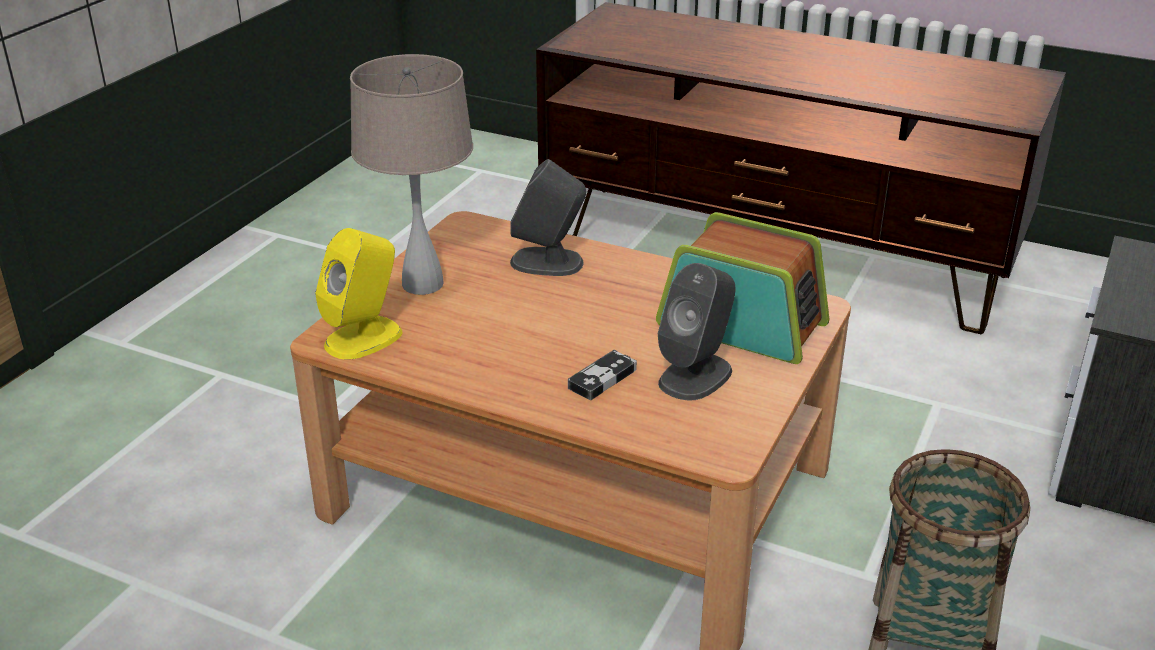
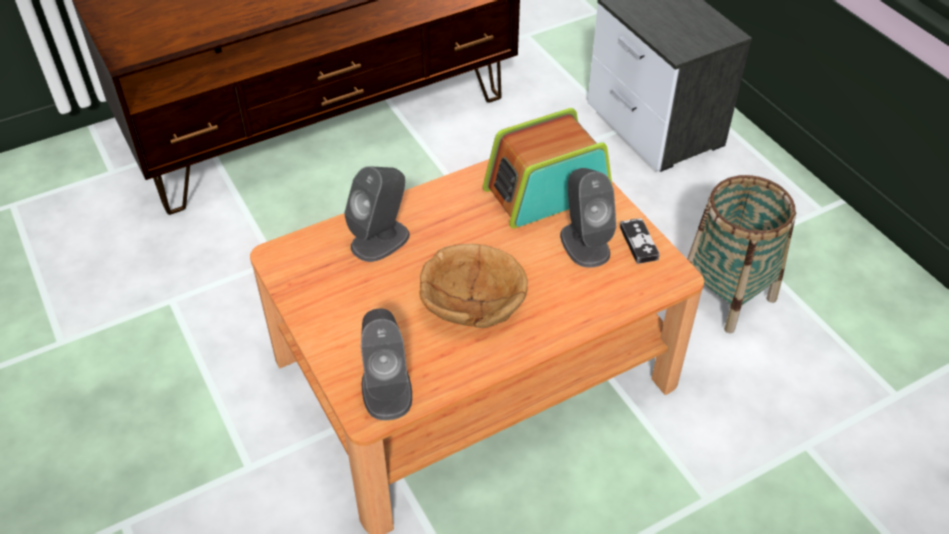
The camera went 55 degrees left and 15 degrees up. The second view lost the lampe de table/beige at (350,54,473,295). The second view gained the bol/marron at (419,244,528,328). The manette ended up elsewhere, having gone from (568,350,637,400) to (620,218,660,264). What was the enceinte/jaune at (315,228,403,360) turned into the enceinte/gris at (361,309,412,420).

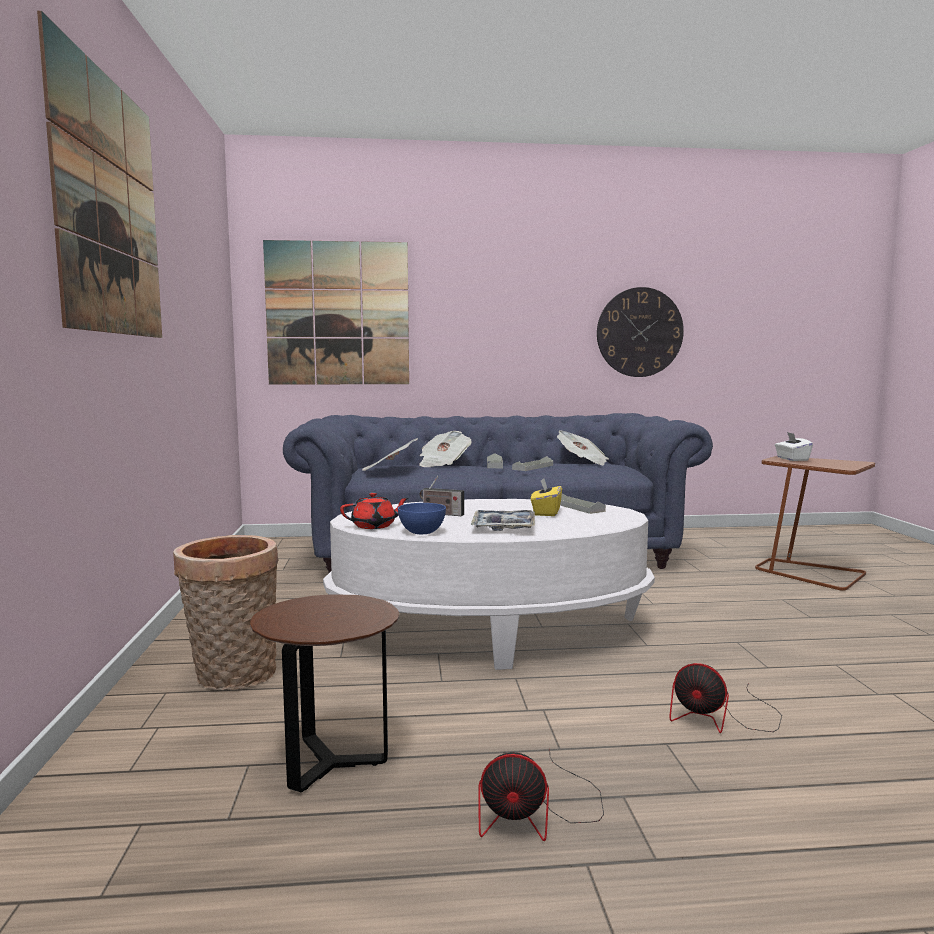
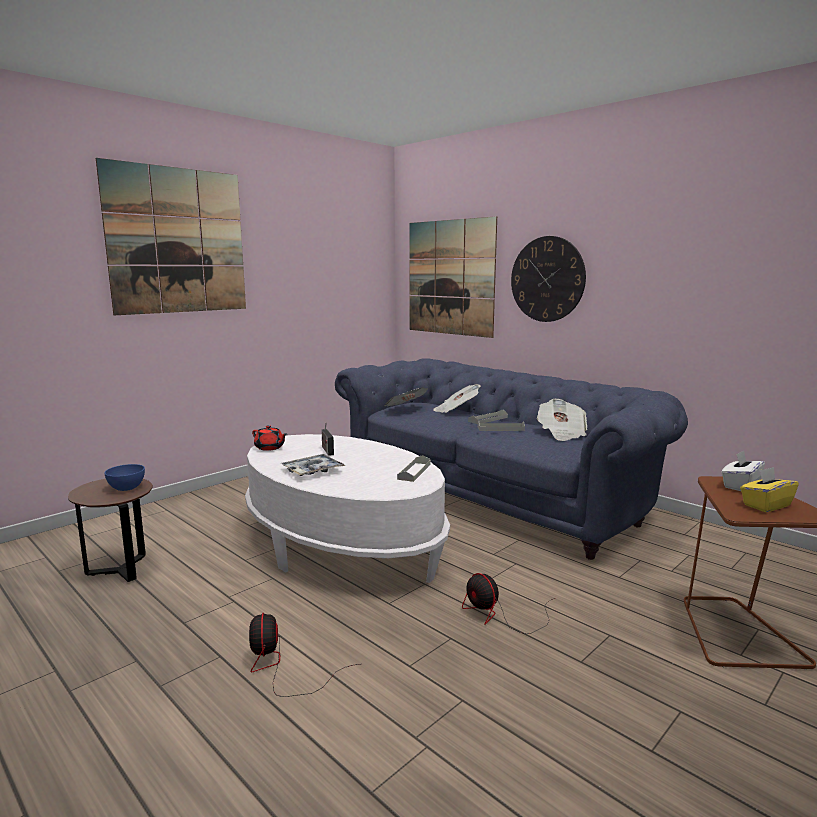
The camera went 50 degrees right and 5 degrees up. The second view lost the panier at (173,535,279,690). The bol/bleu ended up elsewhere, having gone from (398,503,446,534) to (104,464,145,491). The ventilateur ended up elsewhere, having gone from (478,749,604,841) to (462,573,555,634). The boîte à mouchoirs/jaune ended up elsewhere, having gone from (531,478,562,516) to (740,467,799,512). The horloge murale ended up elsewhere, having gone from (597,287,684,377) to (511,236,586,322).

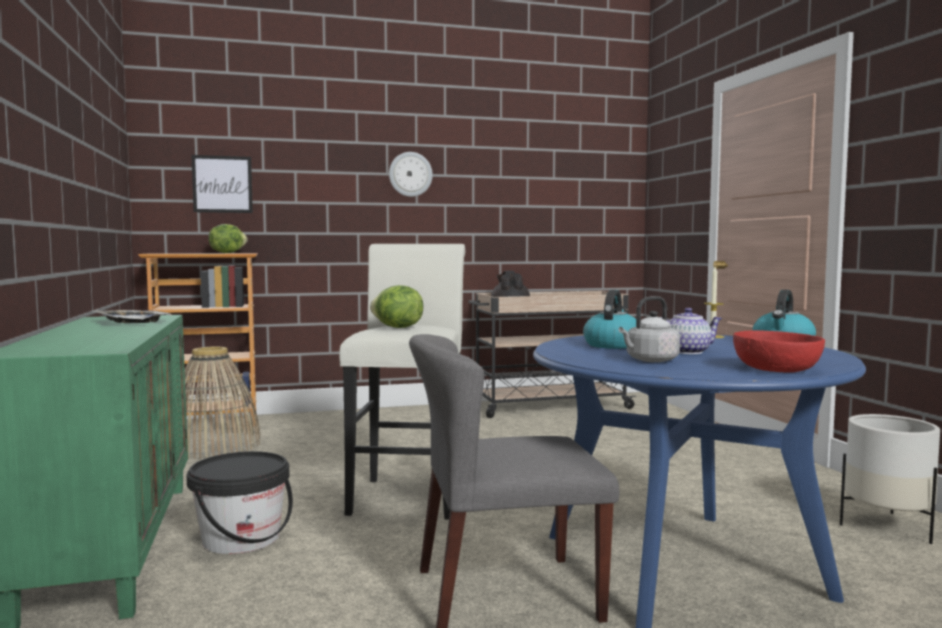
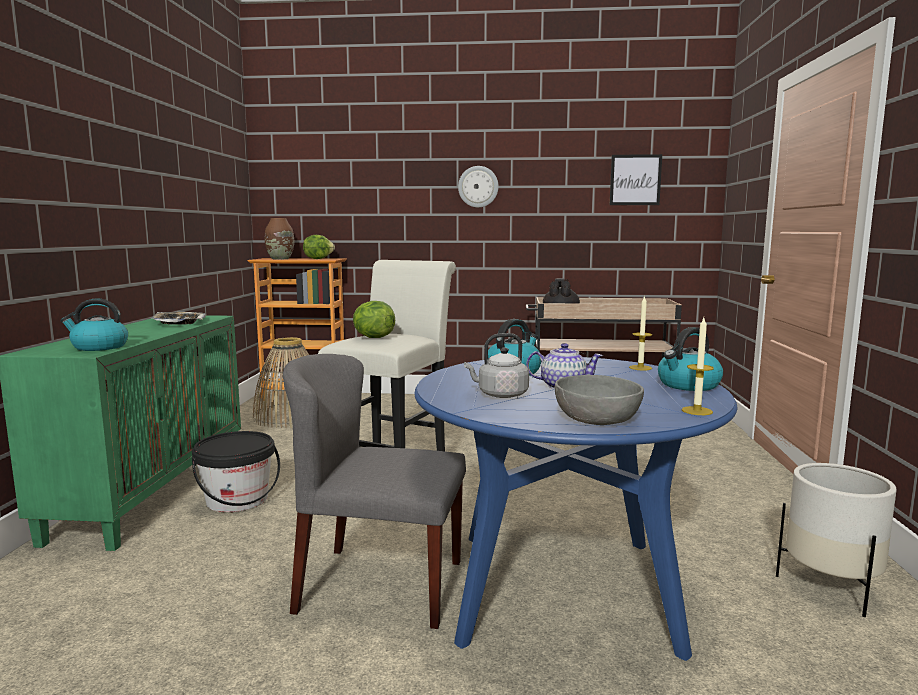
The camera went 20 degrees right and 5 degrees up. The second view gained the bouilloire at (60,298,128,351). The second view gained the vase/marron at (265,218,294,259). The second view gained the bougie at (682,318,714,415). The tableau ended up elsewhere, having gone from (191,155,253,213) to (610,154,662,205). What was the bol/rouge at (733,331,825,373) turned into the bol/gris at (554,375,644,425).

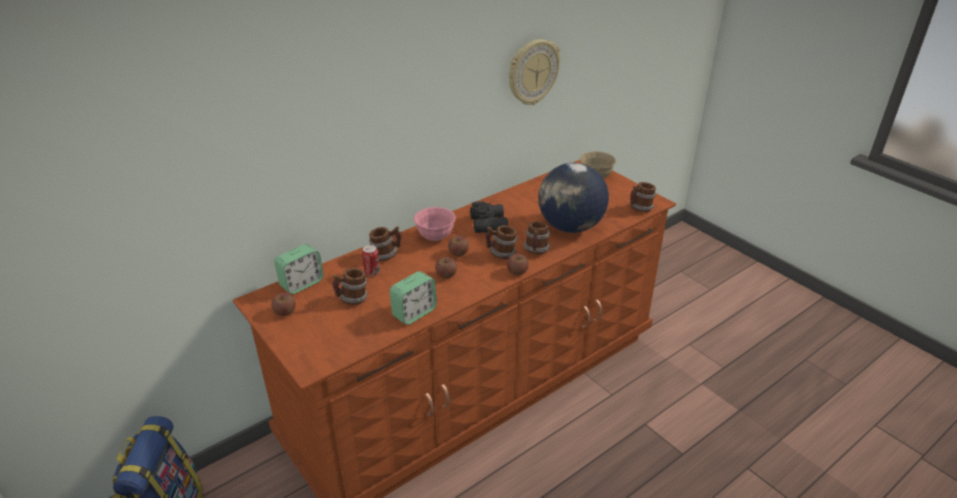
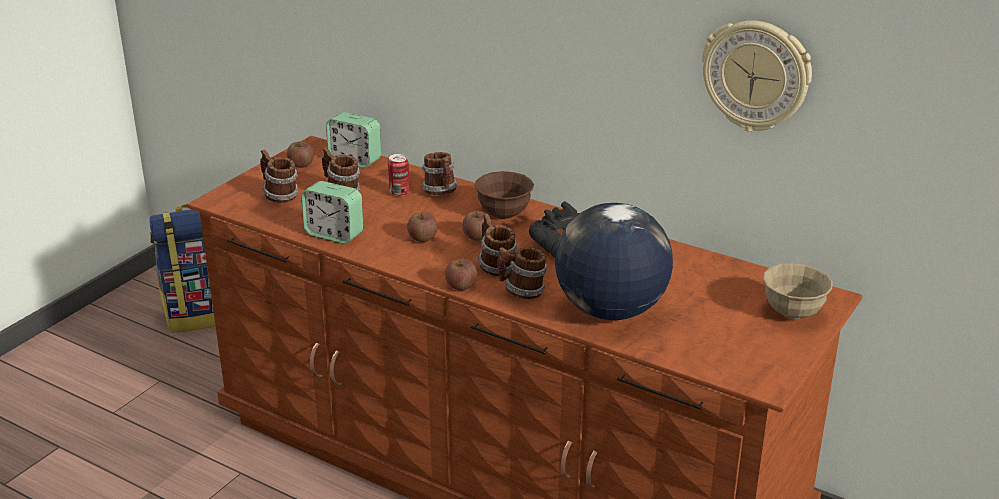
The camera went 70 degrees right and 5 degrees down. The mug ended up elsewhere, having gone from (630,182,656,212) to (260,149,298,203). What was the bol/rose at (414,207,456,241) turned into the bol/marron at (474,171,534,219).

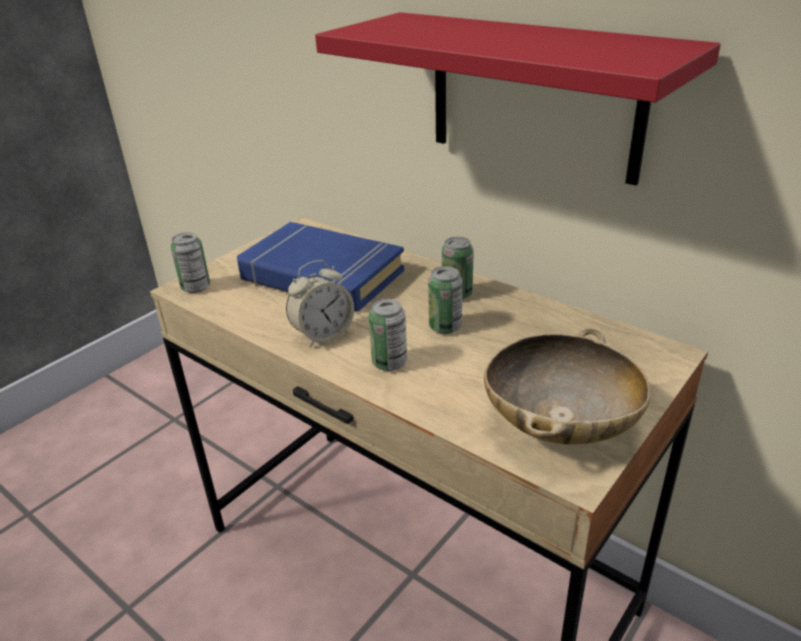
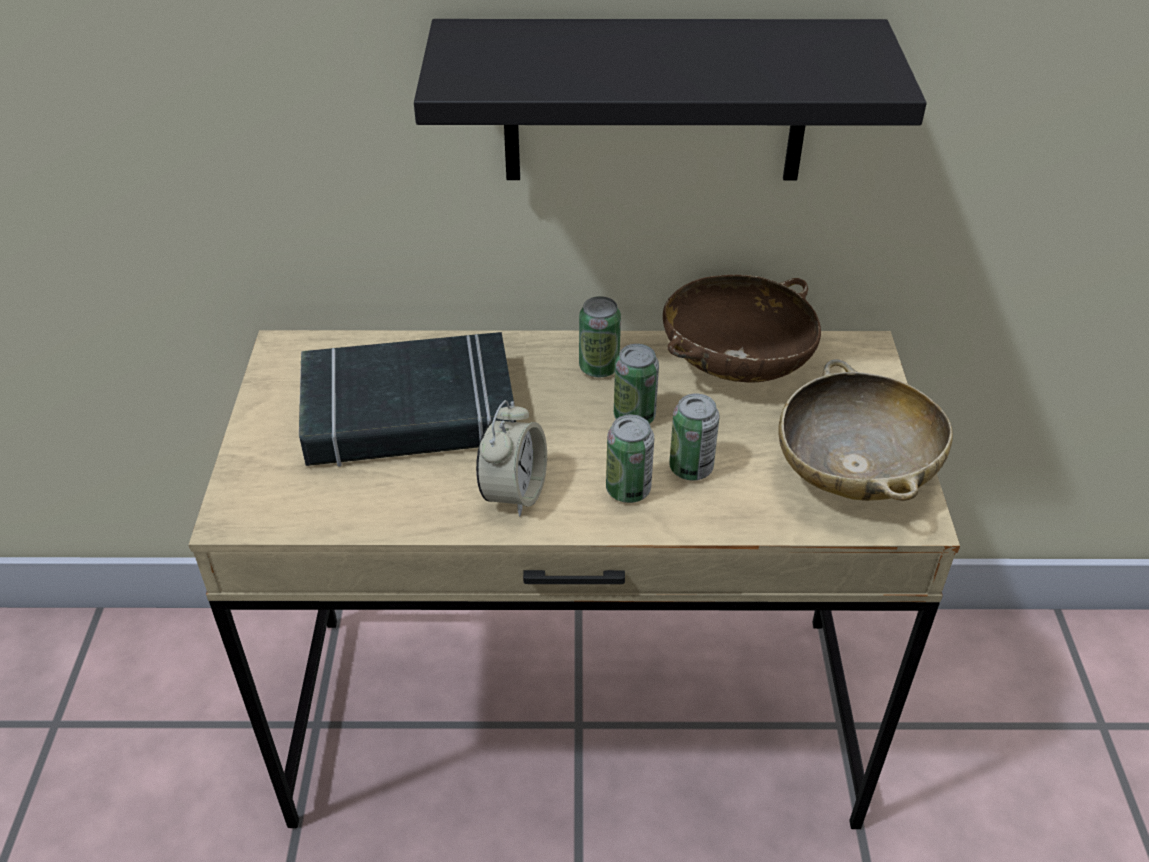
The camera went 40 degrees left and 10 degrees up. The second view gained the bol/marron at (663,275,821,382). The boîte métallique ended up elsewhere, having gone from (171,232,210,293) to (669,393,720,480). What was the livre/bleu at (237,222,404,312) turned into the livre/noir at (299,332,516,467). What was the étagère/rouge at (315,12,721,185) turned into the étagère/noir at (414,19,927,181).

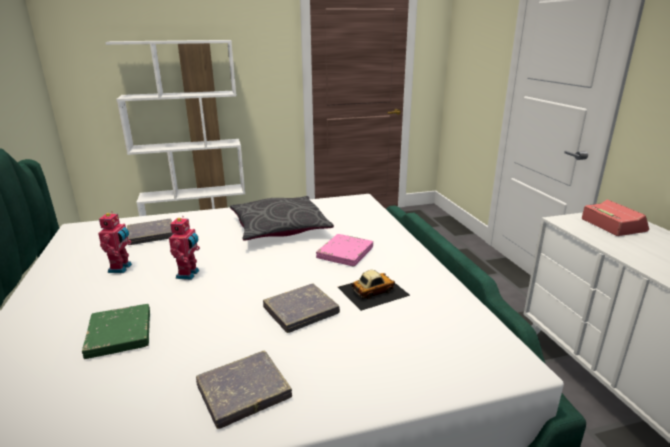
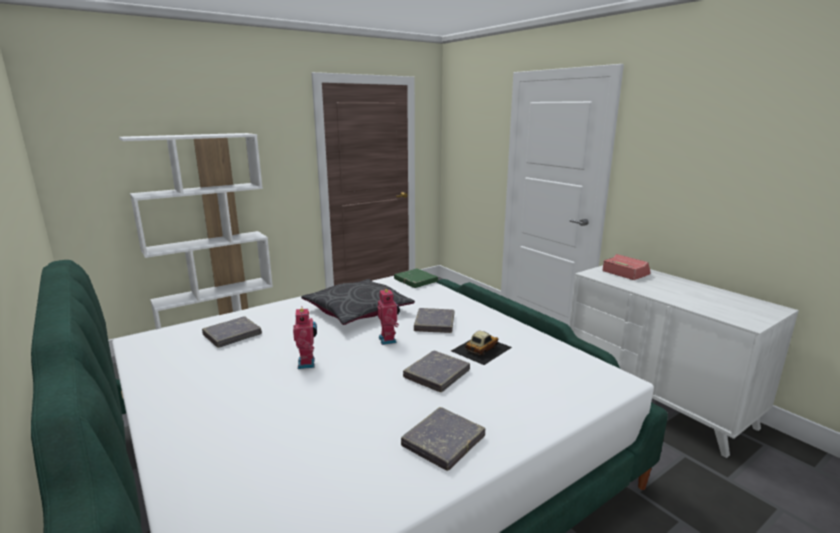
The camera went 20 degrees left and 5 degrees down. The livre/vert ended up elsewhere, having gone from (82,304,150,359) to (394,269,438,288). The robot jouet ended up elsewhere, having gone from (98,211,132,273) to (378,288,400,345). What was the livre/rose at (316,234,373,266) turned into the livre/gris at (414,308,455,333).

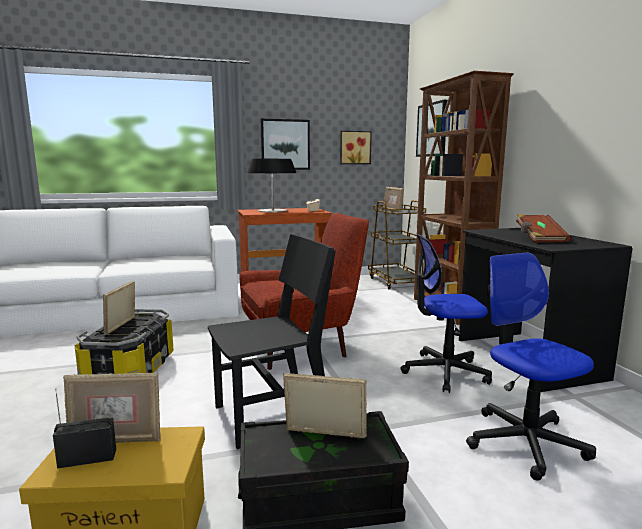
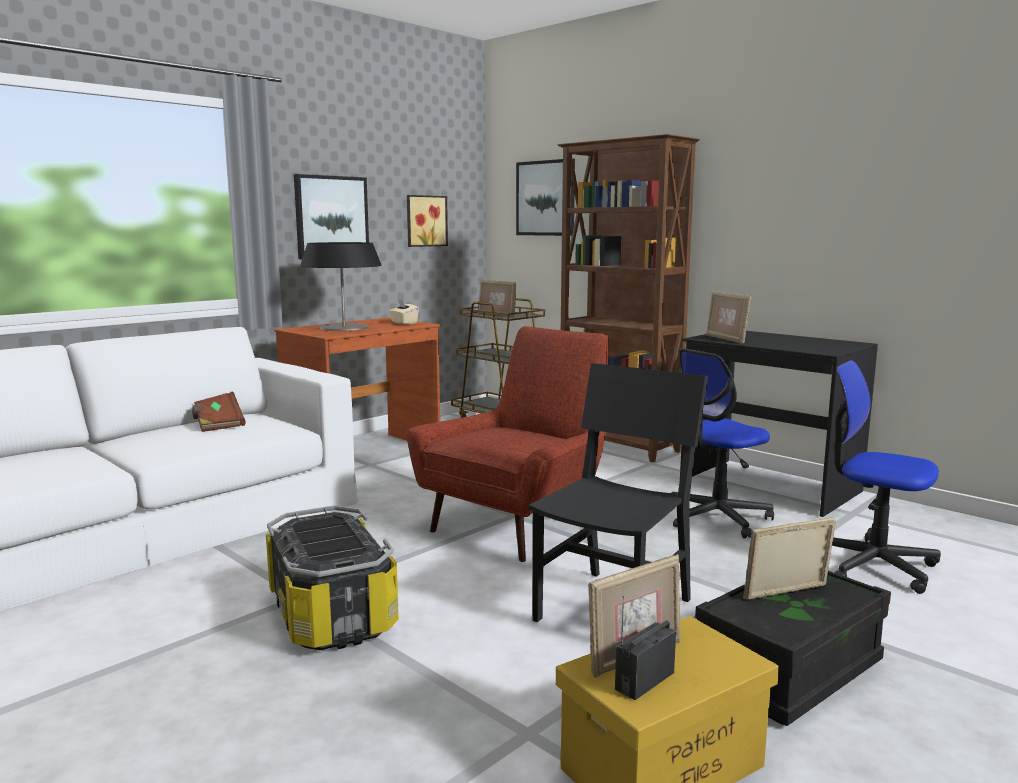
The camera went 30 degrees left and 0 degrees up. The cadre photo ended up elsewhere, having gone from (103,280,135,335) to (706,291,751,344). The livre/marron ended up elsewhere, having gone from (516,214,571,243) to (192,391,246,432).

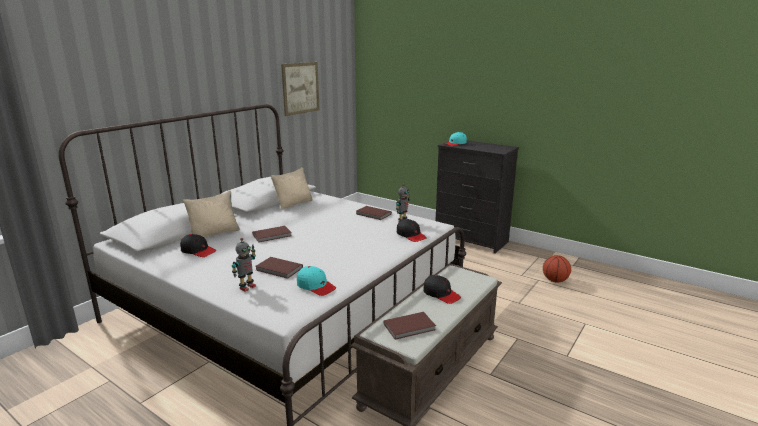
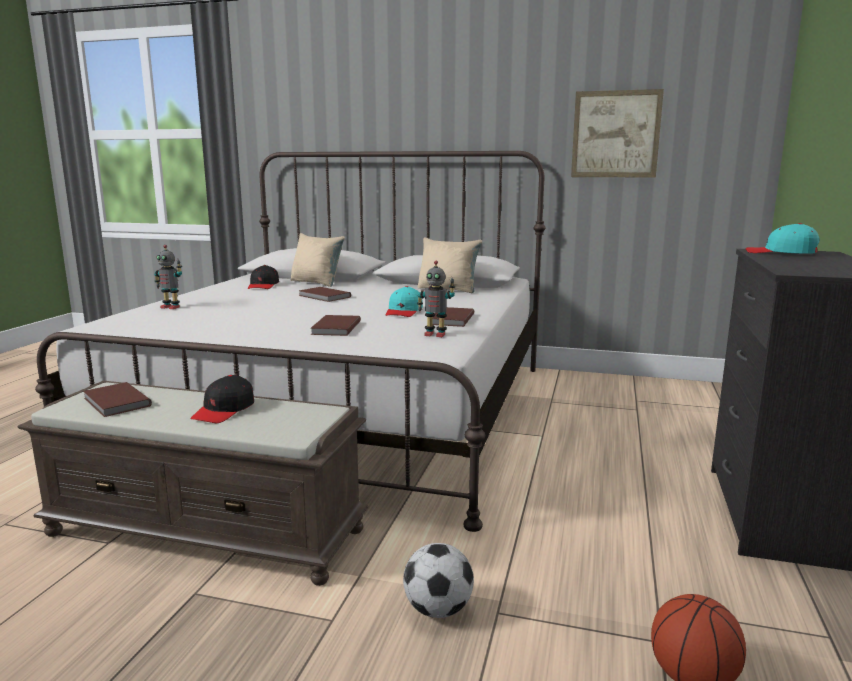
The camera went 70 degrees right and 5 degrees down. The second view lost the casquette/noir at (397,219,427,242). The second view gained the ballon de foot at (403,543,474,618). The livre/marron ended up elsewhere, having gone from (255,257,303,279) to (311,315,361,336). The casquette/turquoise ended up elsewhere, having gone from (297,266,336,296) to (386,286,423,317).

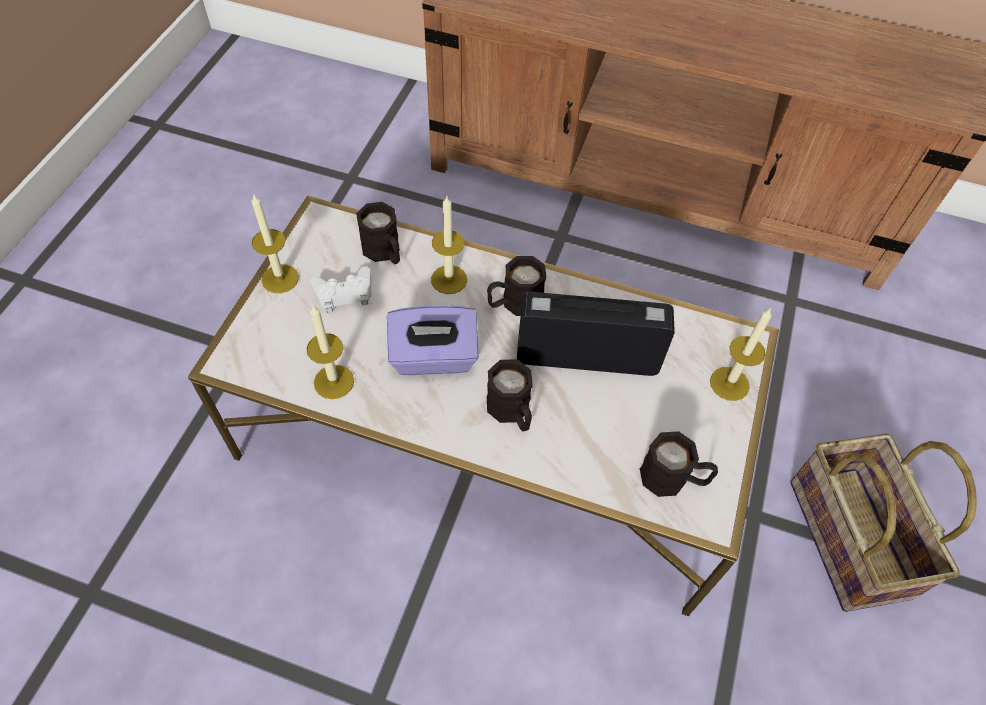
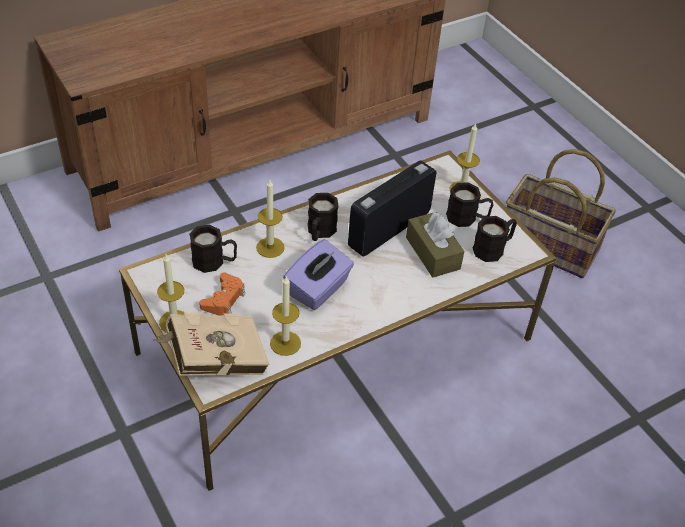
The camera went 50 degrees left and 10 degrees down. The second view gained the livre/beige at (153,313,269,376). The second view gained the boîte à mouchoirs/marron at (406,212,464,277). The mug/noir ended up elsewhere, having gone from (487,359,533,431) to (446,182,493,227). What was the manette/blanc at (310,266,372,313) turned into the manette/orange at (199,272,245,316).

